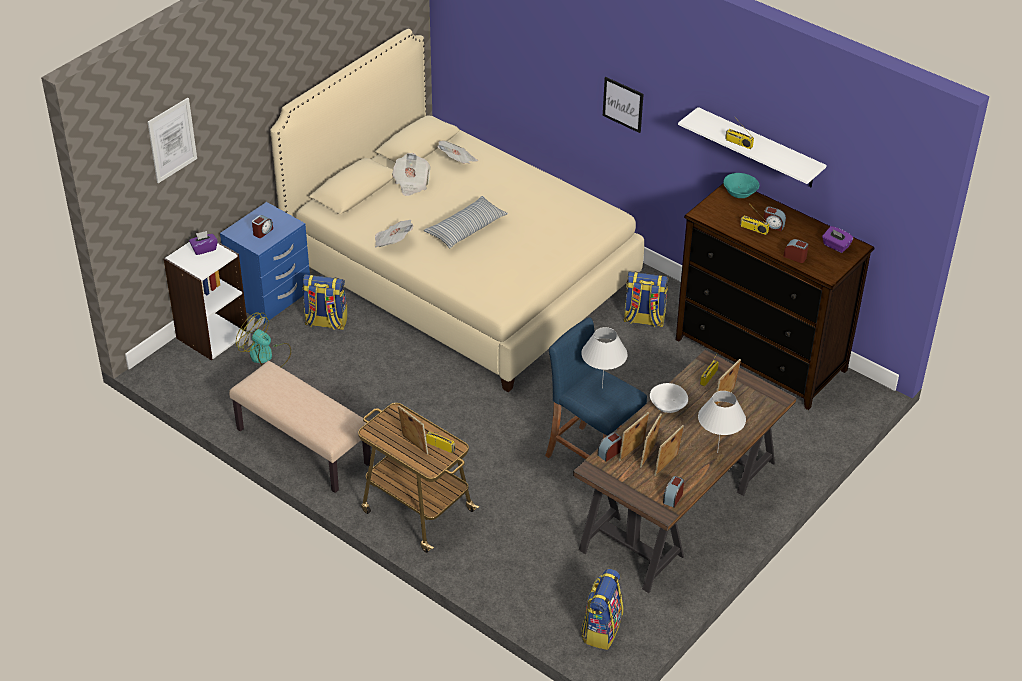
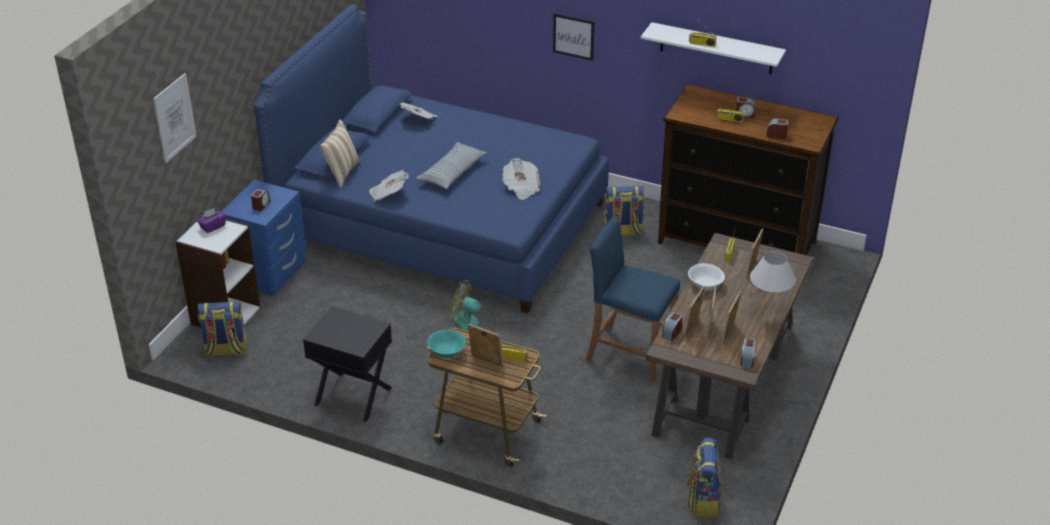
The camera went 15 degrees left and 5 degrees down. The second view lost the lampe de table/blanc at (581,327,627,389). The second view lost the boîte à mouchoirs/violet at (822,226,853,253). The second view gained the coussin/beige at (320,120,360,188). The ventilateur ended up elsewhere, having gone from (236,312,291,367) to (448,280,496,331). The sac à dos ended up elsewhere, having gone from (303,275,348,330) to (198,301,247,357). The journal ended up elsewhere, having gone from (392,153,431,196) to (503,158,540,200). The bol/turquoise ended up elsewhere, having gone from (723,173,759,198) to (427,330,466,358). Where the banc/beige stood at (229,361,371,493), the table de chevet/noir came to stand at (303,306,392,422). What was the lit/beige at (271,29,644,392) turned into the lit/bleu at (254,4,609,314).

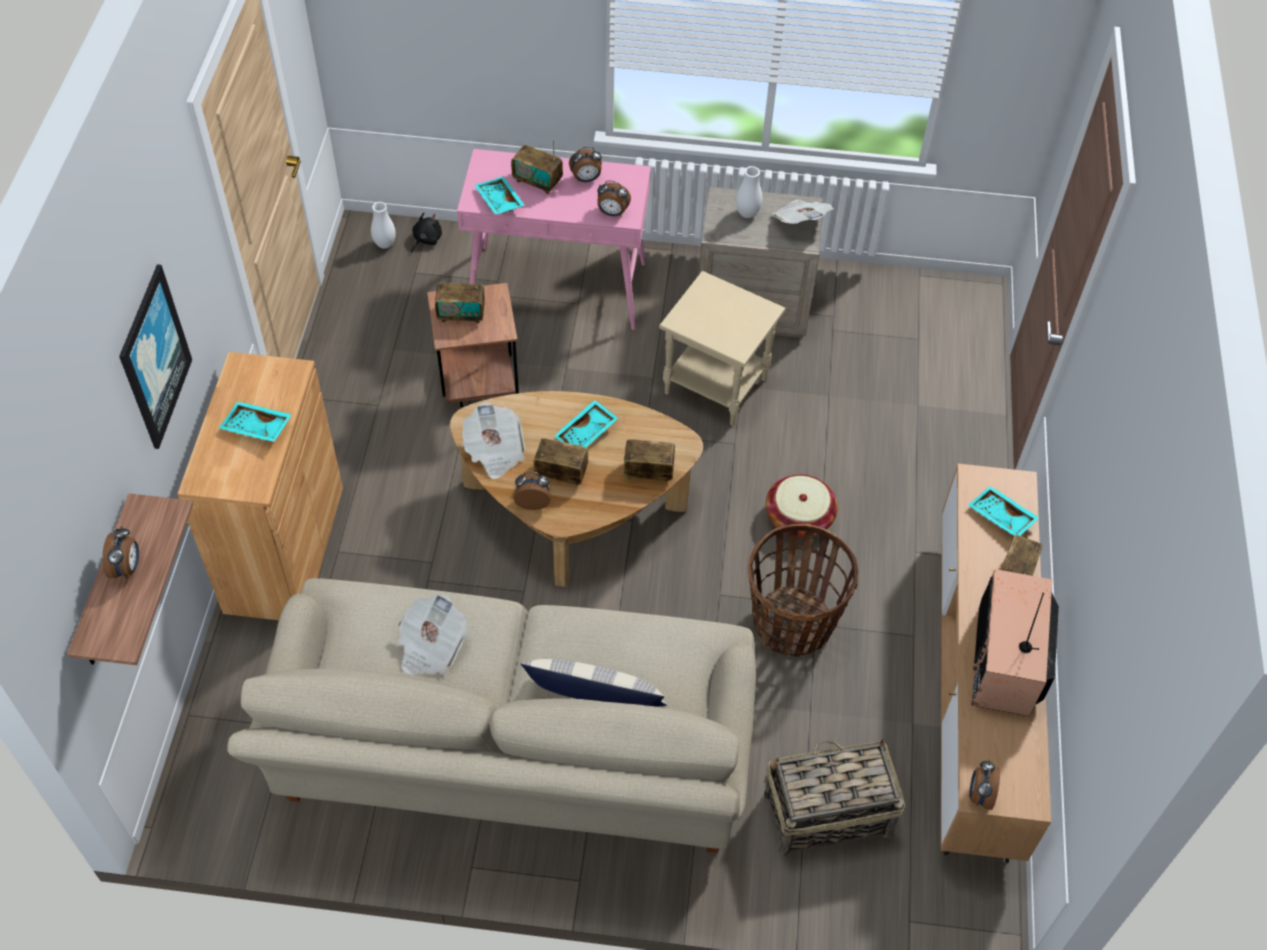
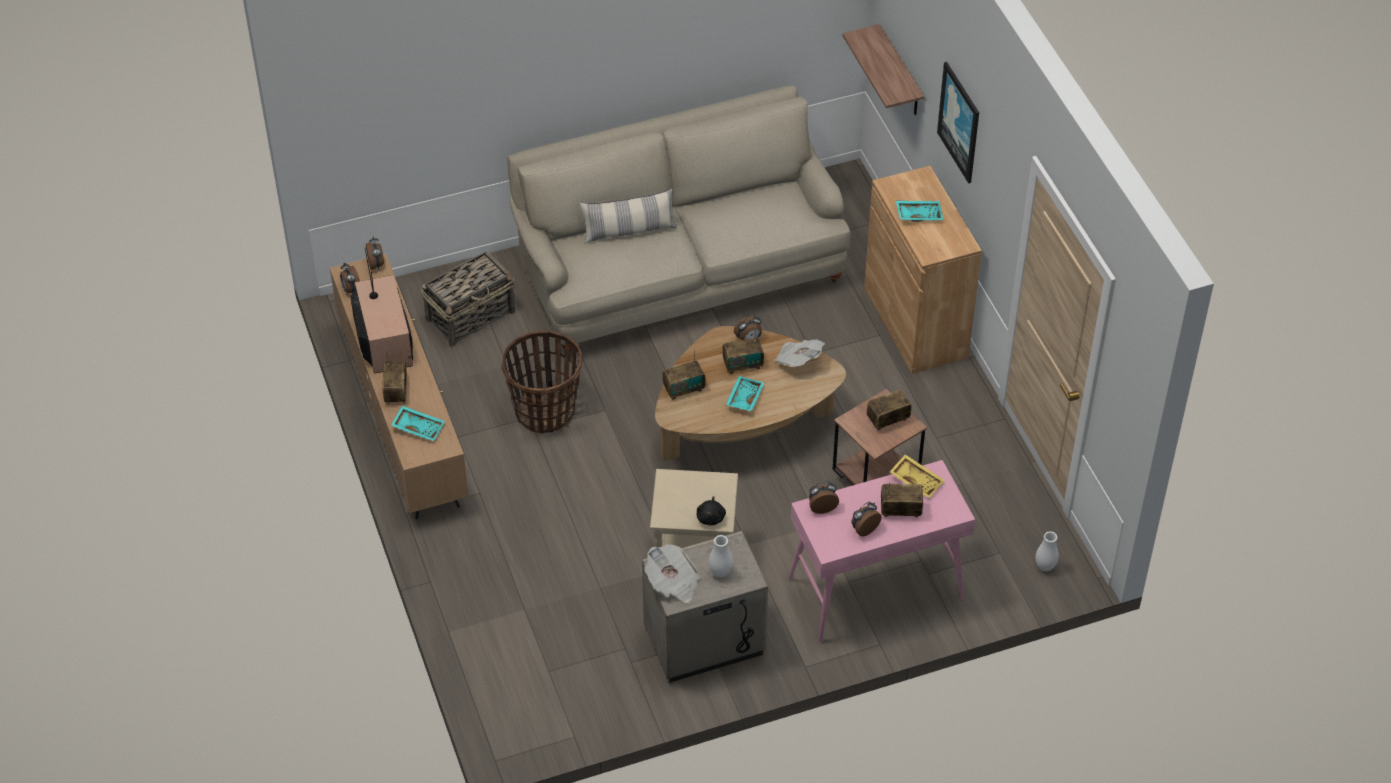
The camera went 155 degrees right and 5 degrees down. The second view lost the journal at (398,594,468,675). The second view lost the panier at (766,474,838,538). The réveil ended up elsewhere, having gone from (102,526,139,578) to (340,263,360,293). The peluche/noir ended up elsewhere, having gone from (411,212,442,252) to (697,496,726,526). What was the plateau/turquoise at (474,176,525,215) turned into the plateau/jaune at (890,454,945,498).

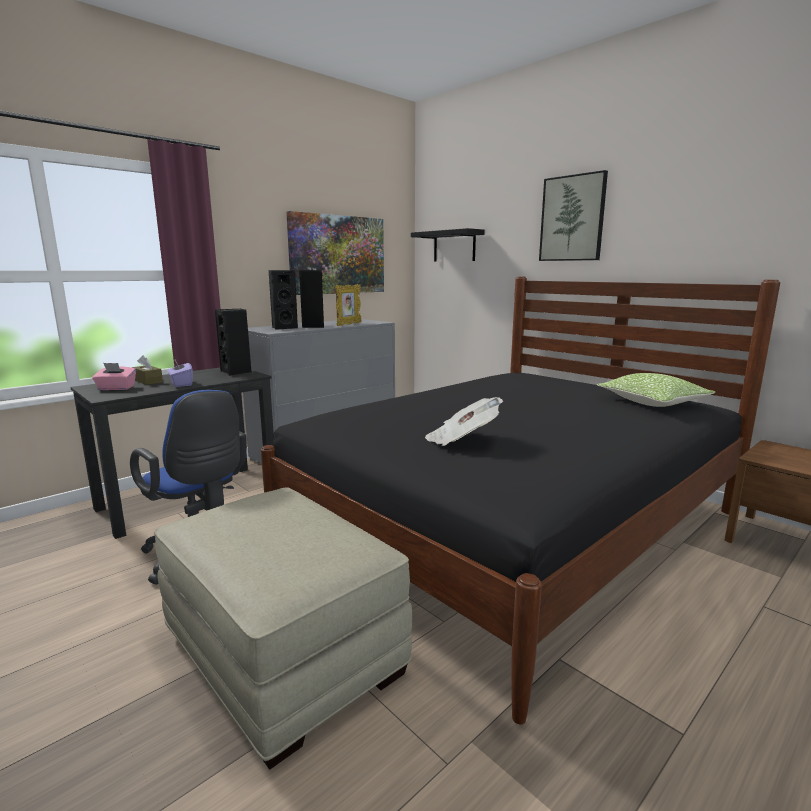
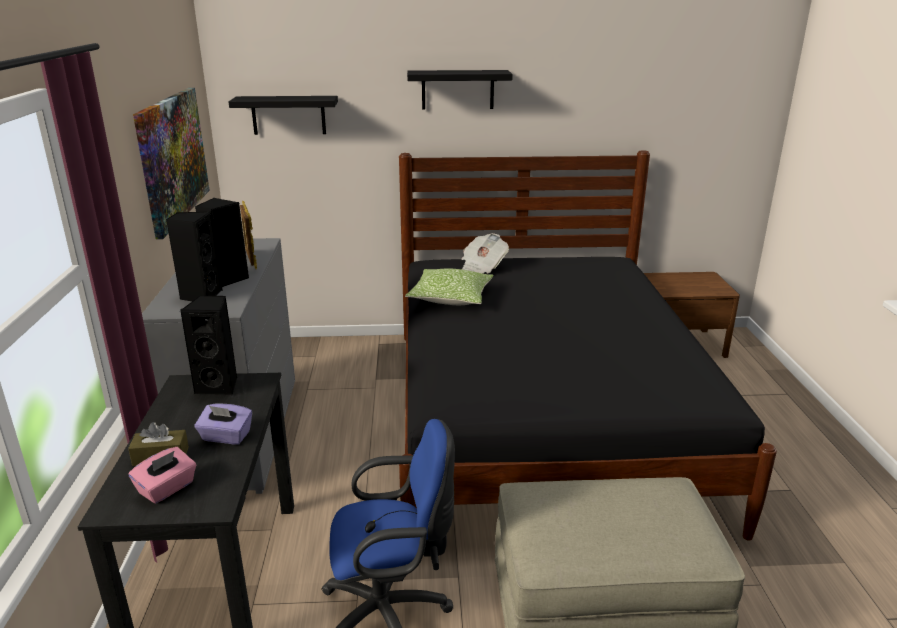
The camera went 50 degrees left and 10 degrees up. The journal ended up elsewhere, having gone from (425,397,503,446) to (462,233,509,274). The coussin ended up elsewhere, having gone from (597,373,715,407) to (405,269,493,305). Where the tableau hung at (539,170,608,261), the étagère/noir came to hang at (407,70,513,110).

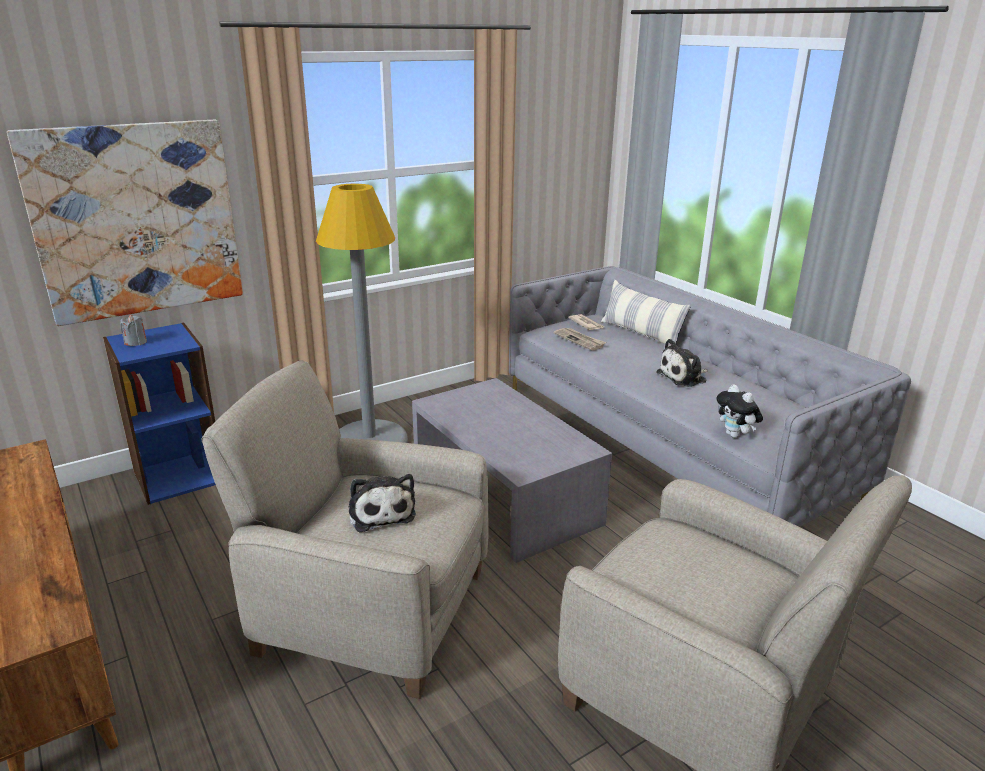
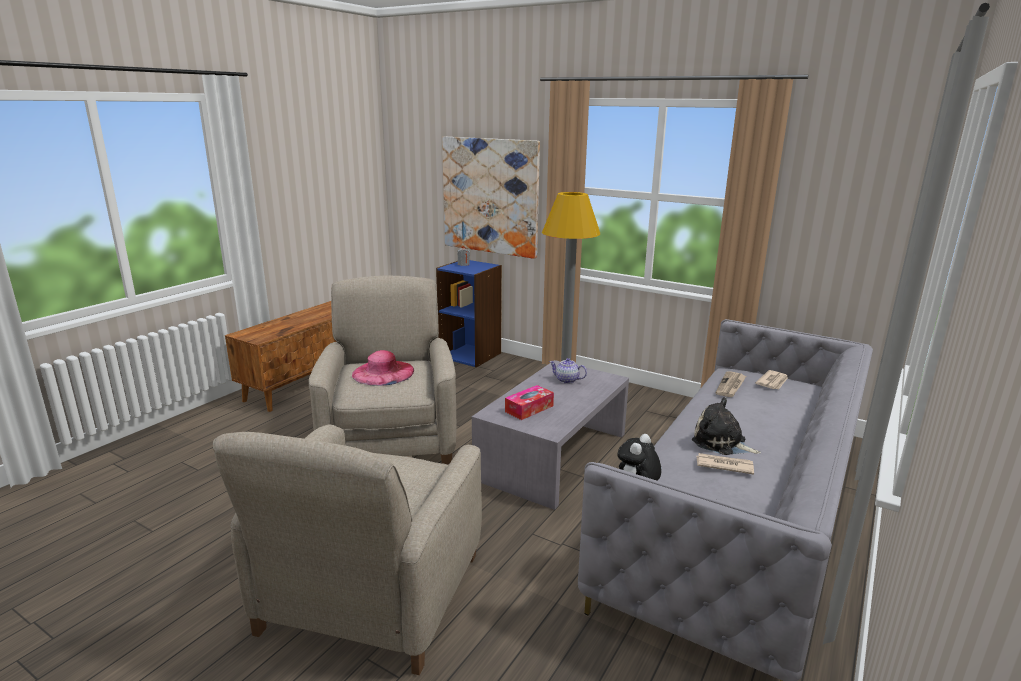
The camera went 65 degrees right and 5 degrees down. The second view lost the coussin at (601,280,691,345). The second view gained the boîte à mouchoirs at (505,385,554,420). The second view gained the théière at (549,358,587,384). The second view gained the journal at (696,453,754,475). Where the peluche stood at (349,474,416,533), the chapeau/rose came to stand at (352,350,414,386).

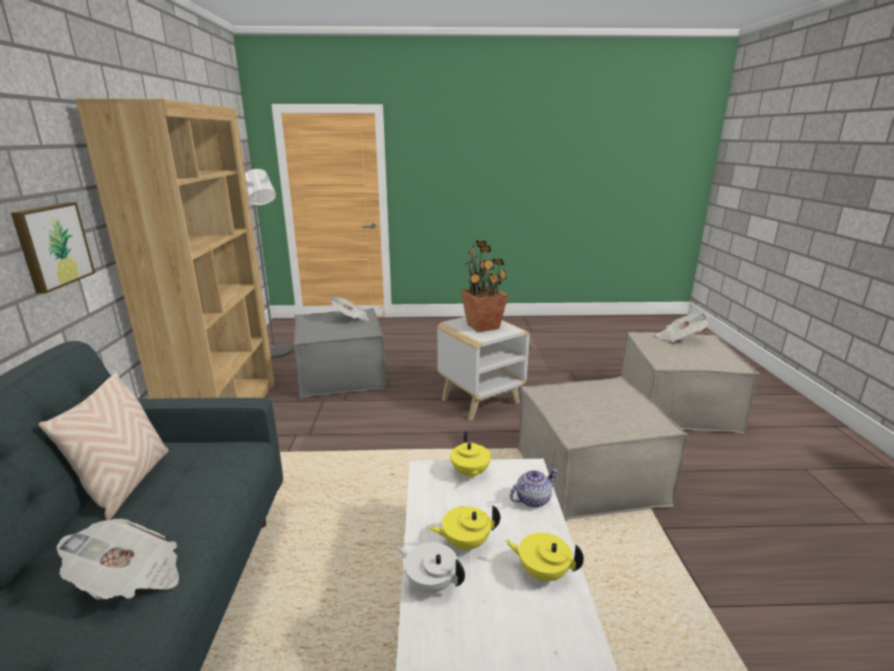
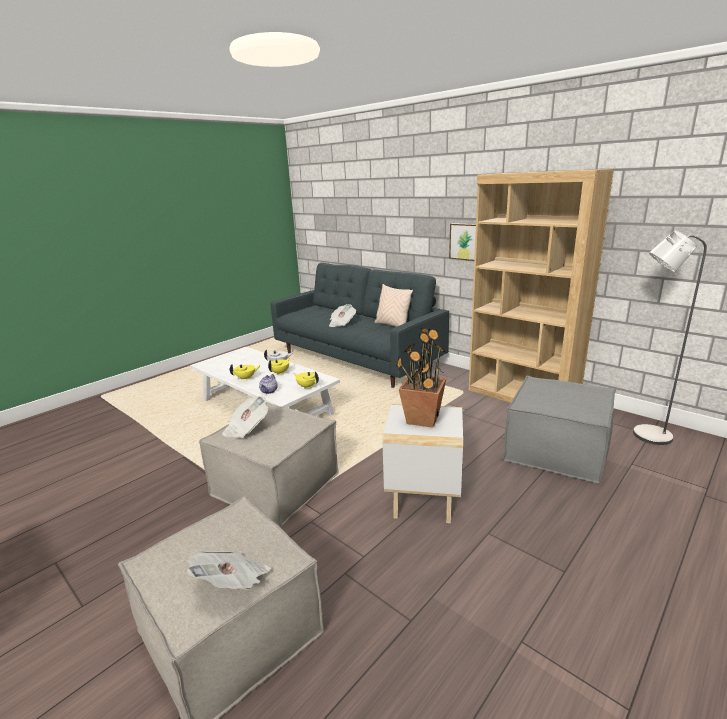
The camera went 135 degrees right and 0 degrees up. The journal ended up elsewhere, having gone from (329,297,369,321) to (222,396,268,438).

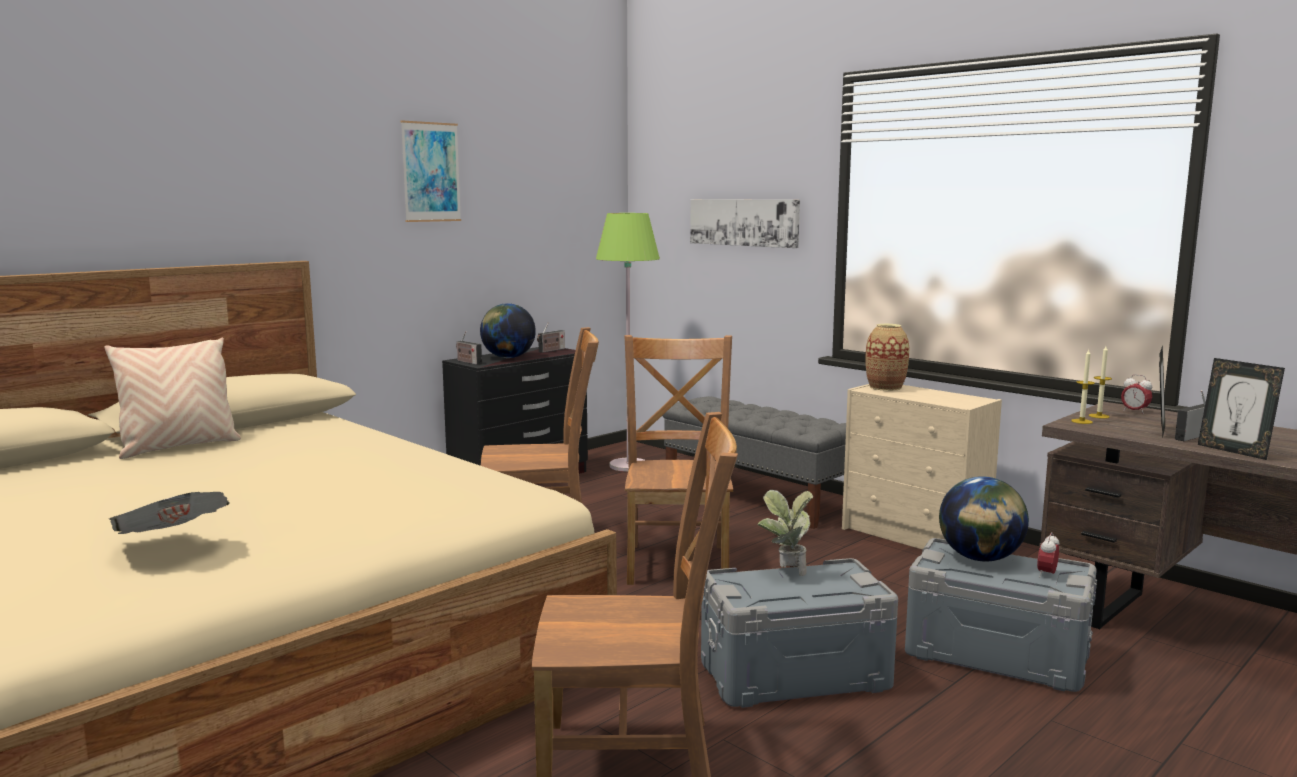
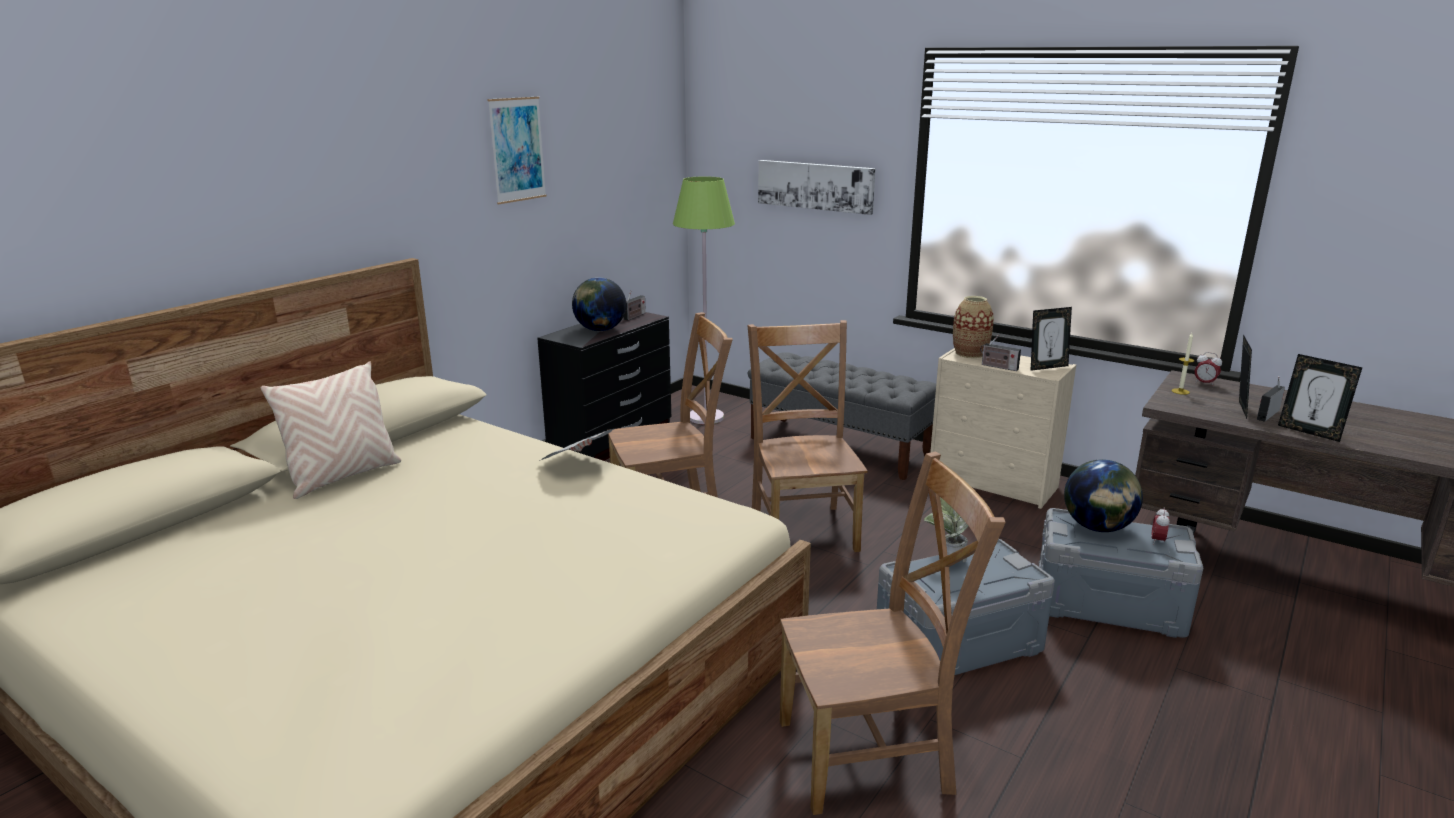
The camera went 10 degrees left and 10 degrees up. The second view lost the bougie at (1071,350,1095,424). The second view gained the cadre photo at (1031,307,1072,371). The journal ended up elsewhere, having gone from (109,492,230,534) to (539,429,614,461). The radio ended up elsewhere, having gone from (456,331,482,365) to (980,335,1021,371).

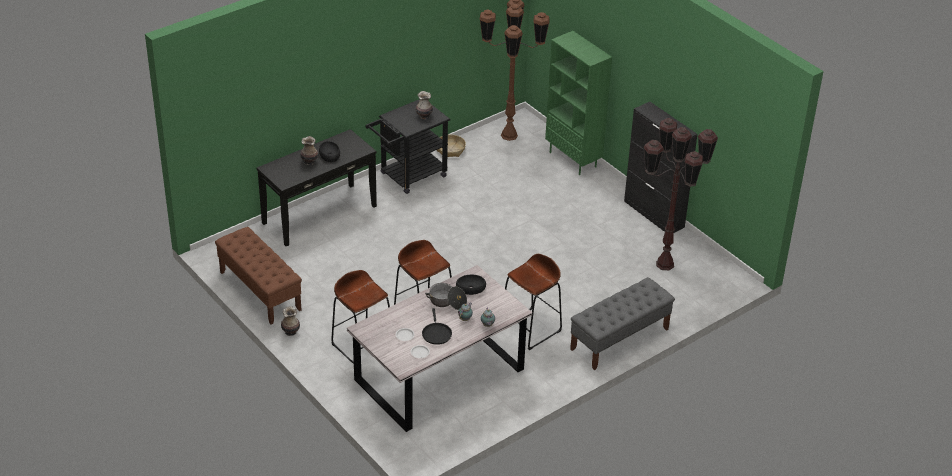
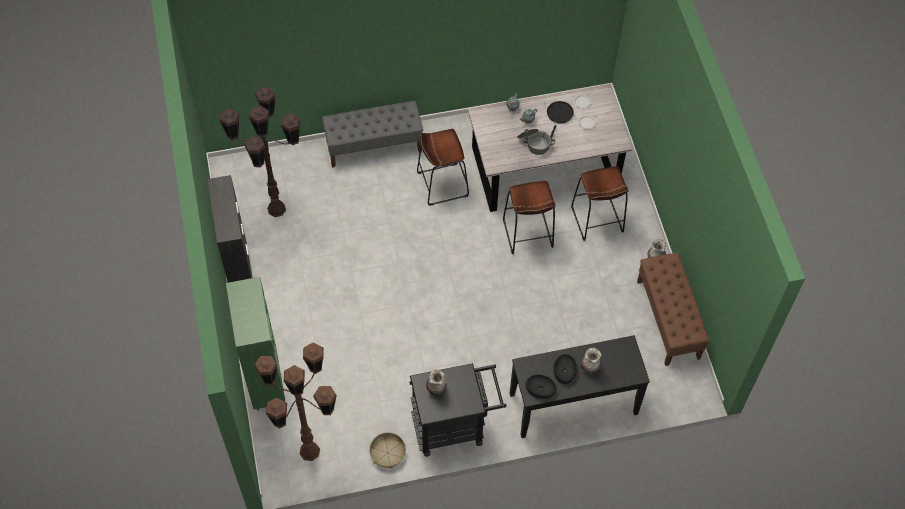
The camera went 155 degrees left and 20 degrees up. The bol/noir ended up elsewhere, having gone from (456,275,486,295) to (525,374,557,399).

